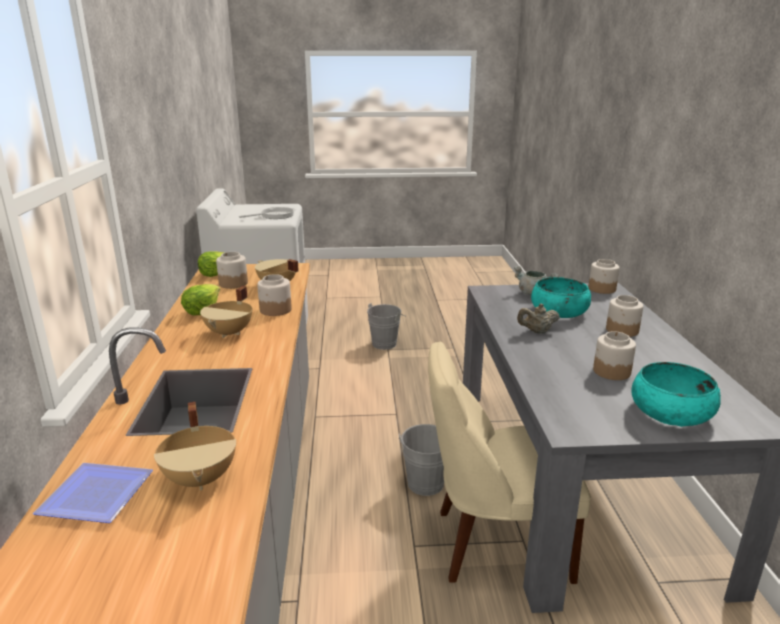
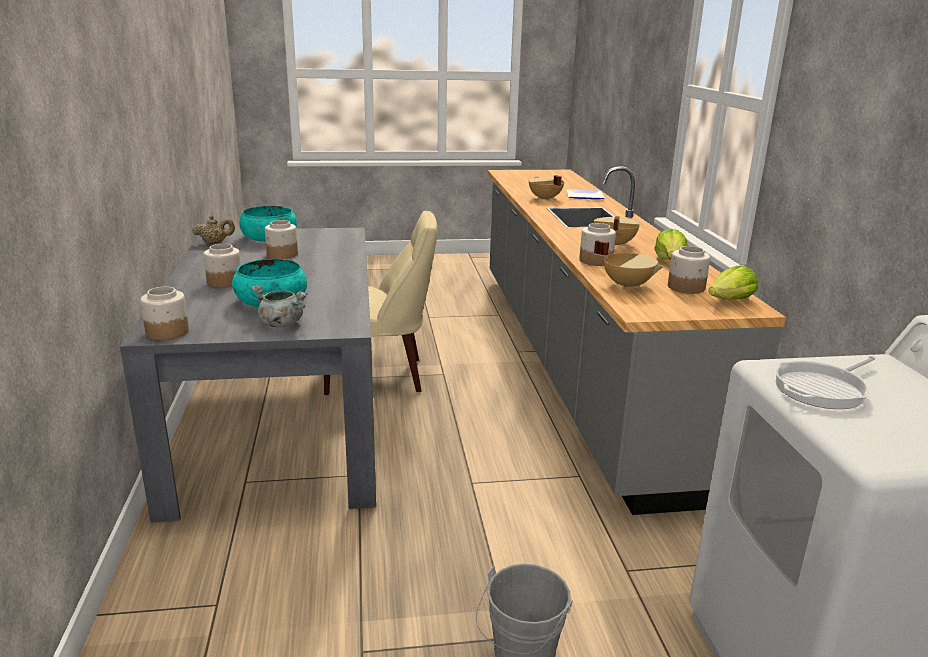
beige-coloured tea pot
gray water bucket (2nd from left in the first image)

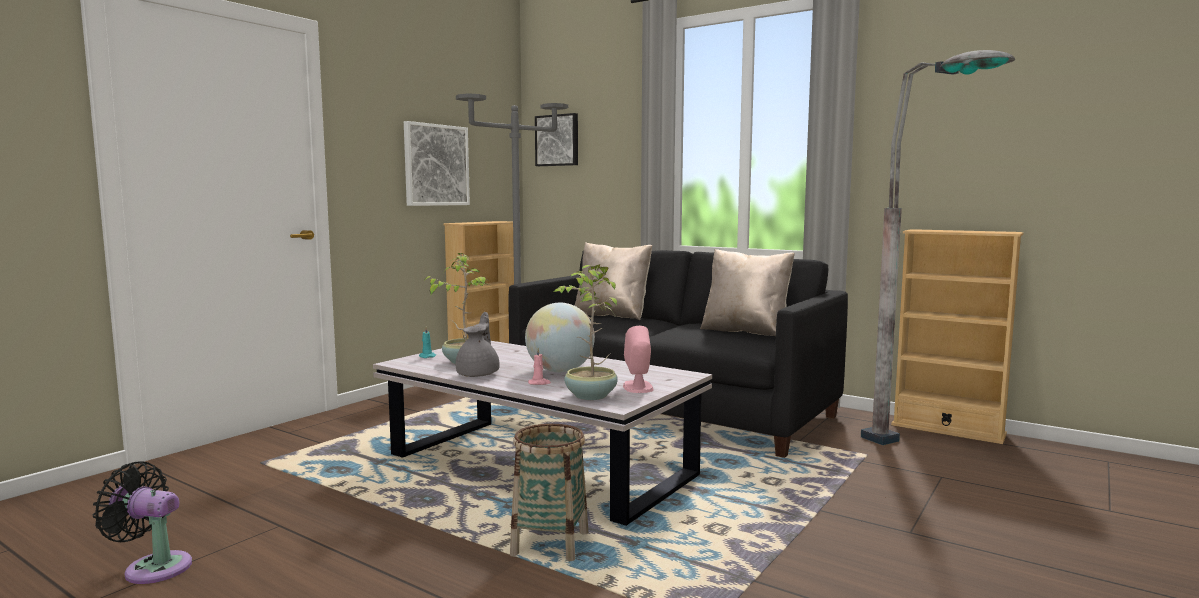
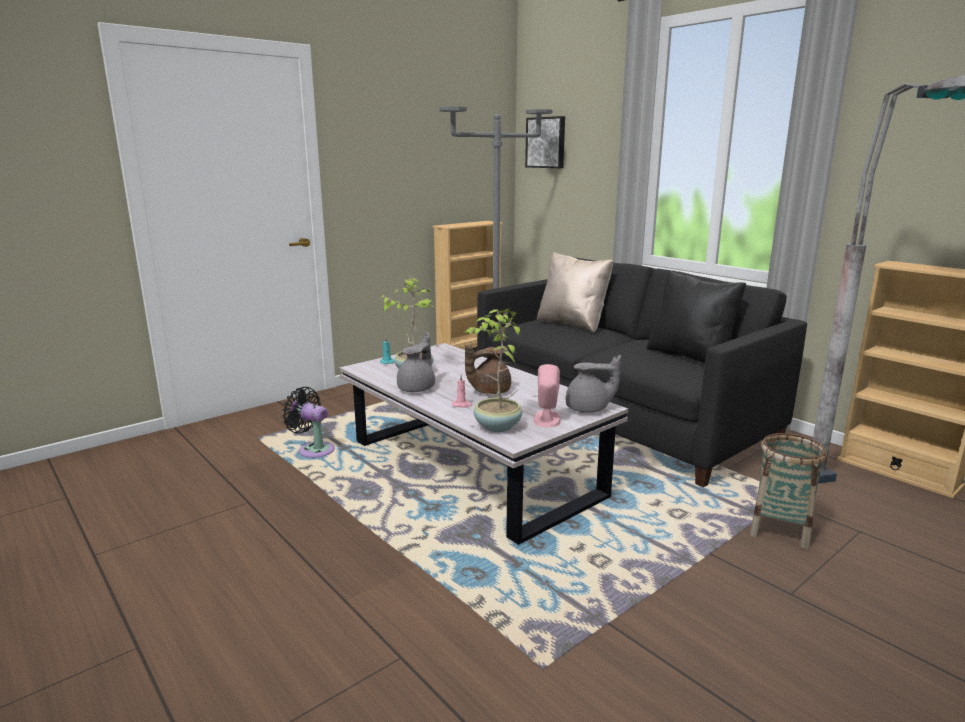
blackish fan
brown-coloured tea pot
gray tea pot (2nd from left)
blackish throw pillow
household basket
wall picture (1st from left in the first image)

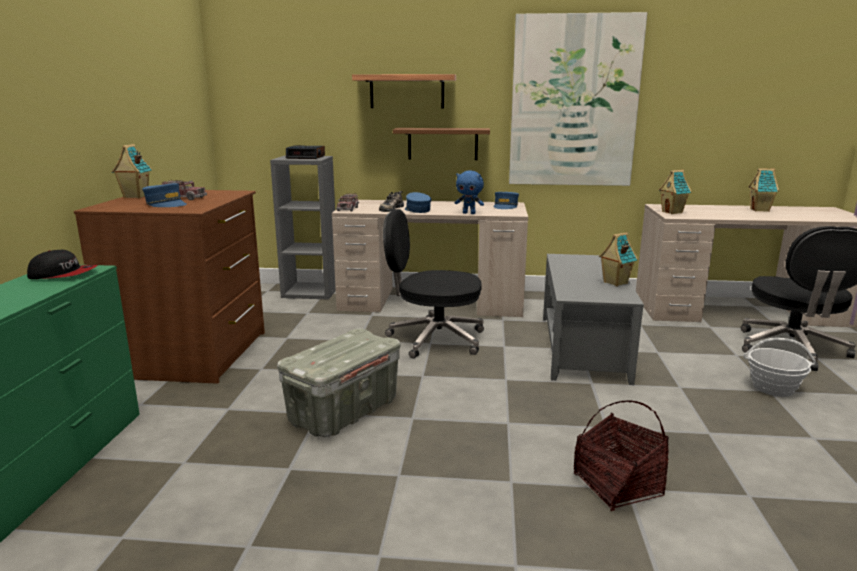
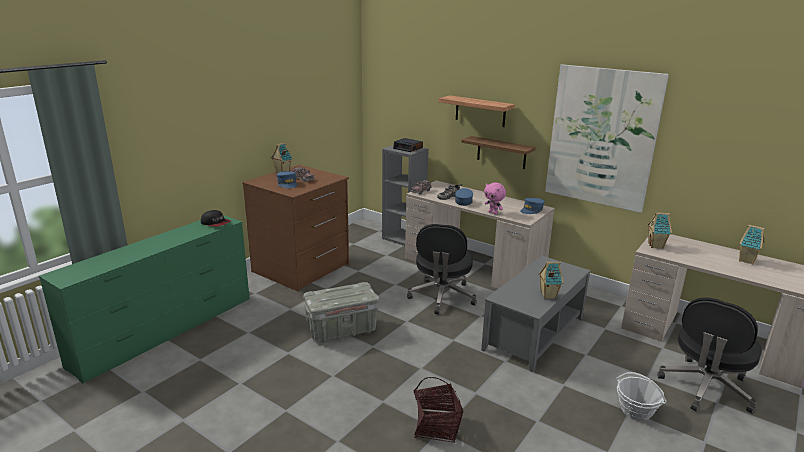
blackish desk chair (1st from left)
pinkish plush toy

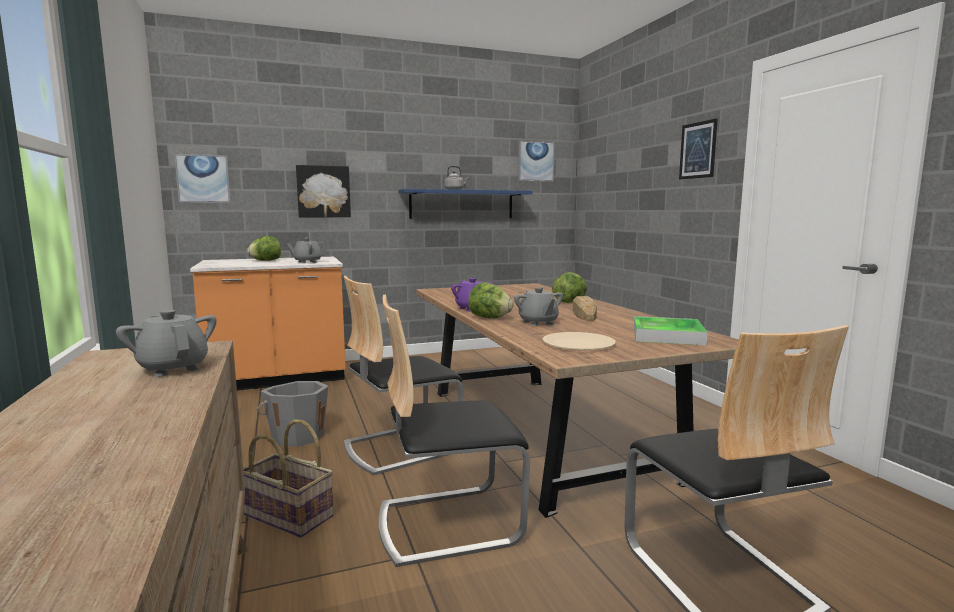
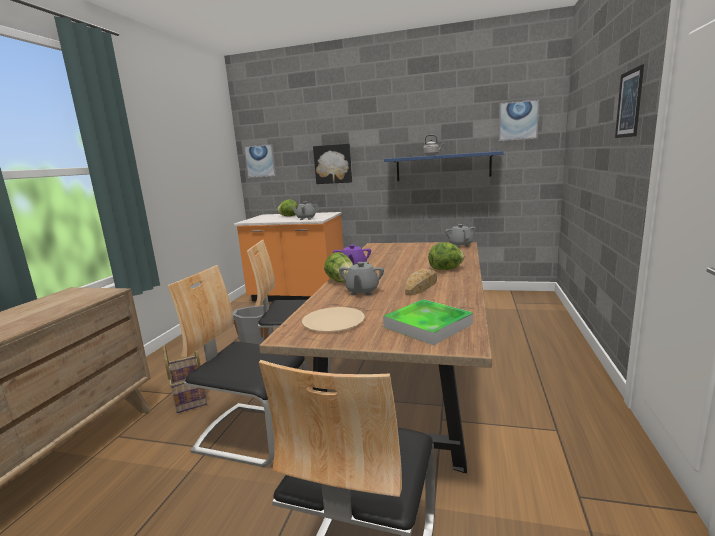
gray tea pot (3rd from left)

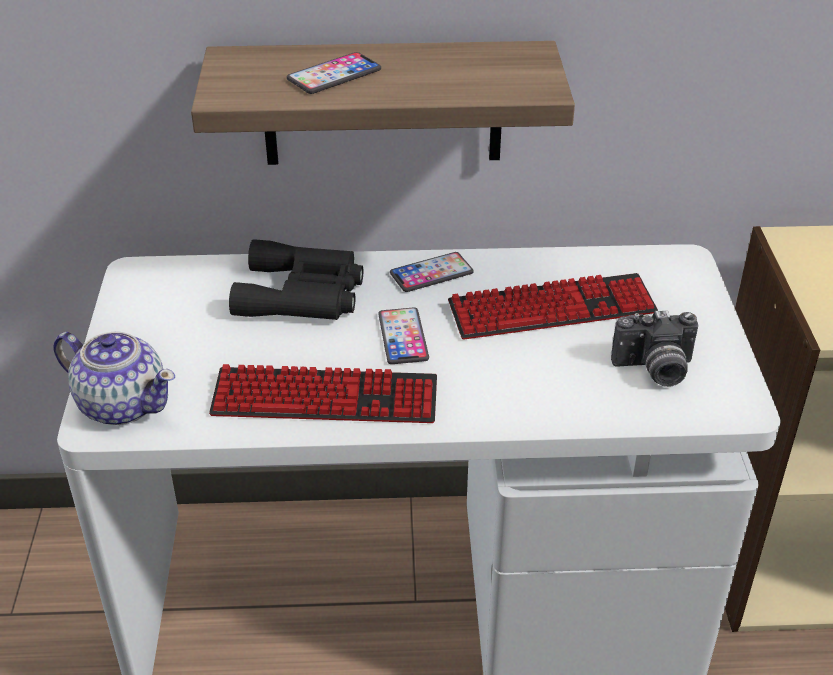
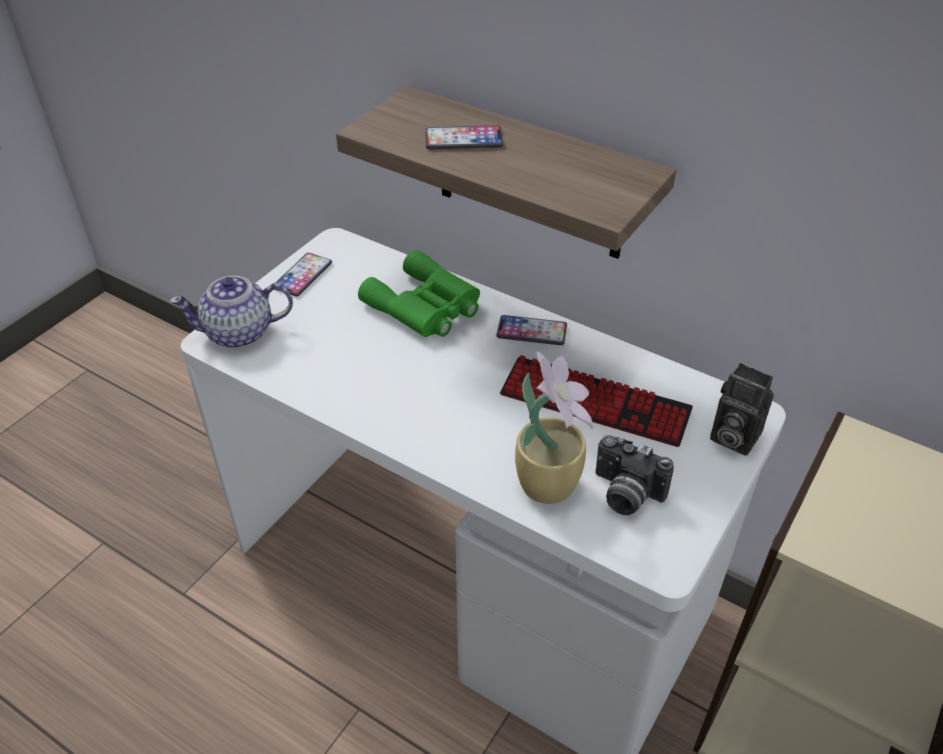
tea pot
phone (1st from left)
greenish binoculars
plant in a pot
photo camera (2nd from left)
keyboard (1st from left in the first image)

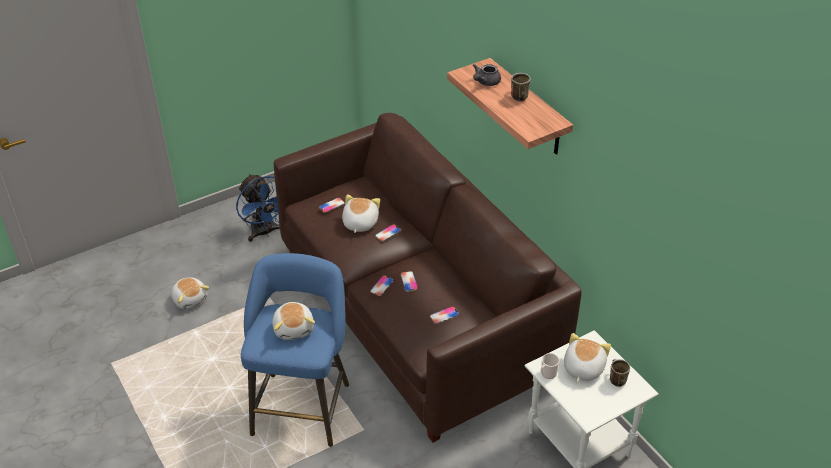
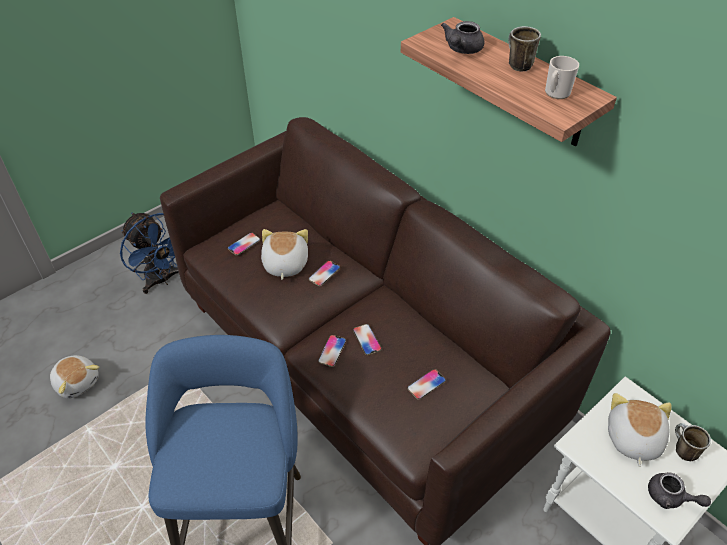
coffee mug (2nd from left)
gray tea pot (2nd from left)
plush toy (2nd from left in the first image)

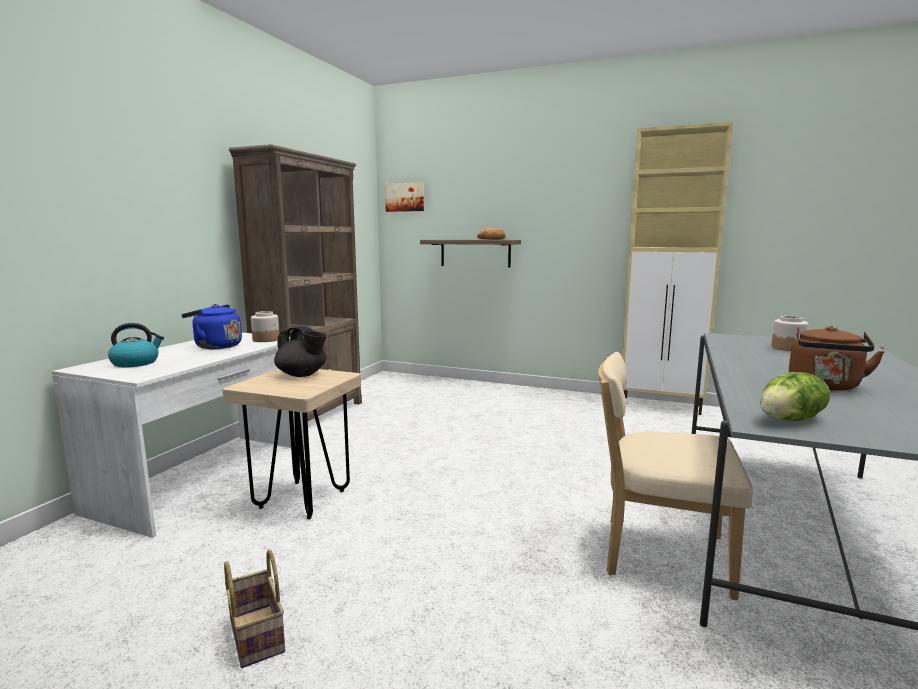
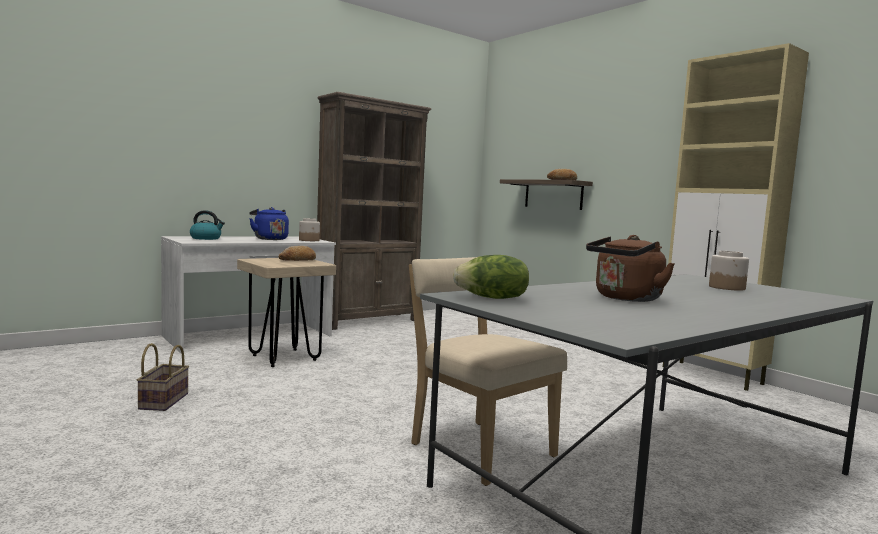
bakery bread (1st from left)
wall picture

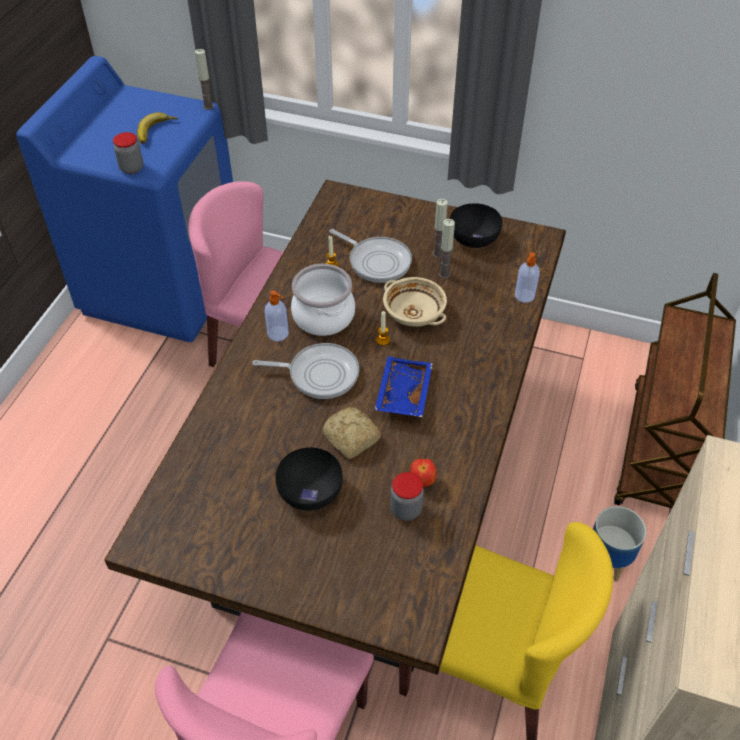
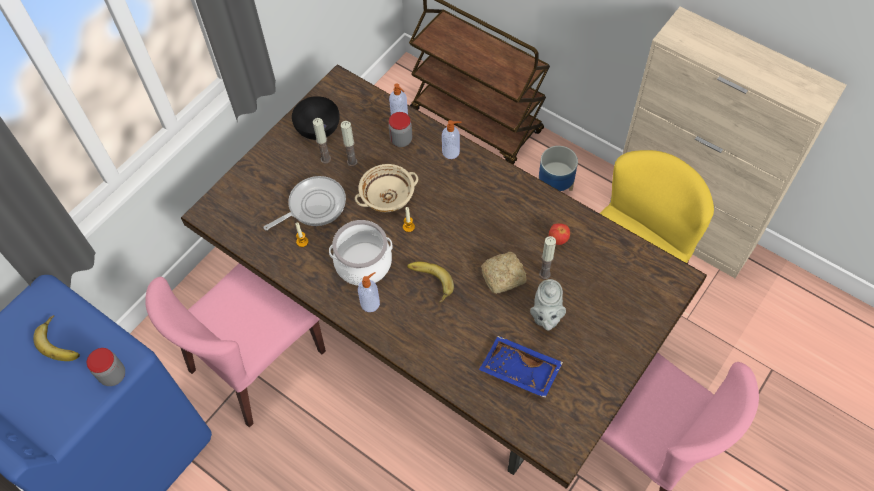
storage jar (2nd from left)
banana (2nd from left)
soap dispenser (3rd from left)
blue-coloured carrying tray
gray tea pot
wax light (5th from left)

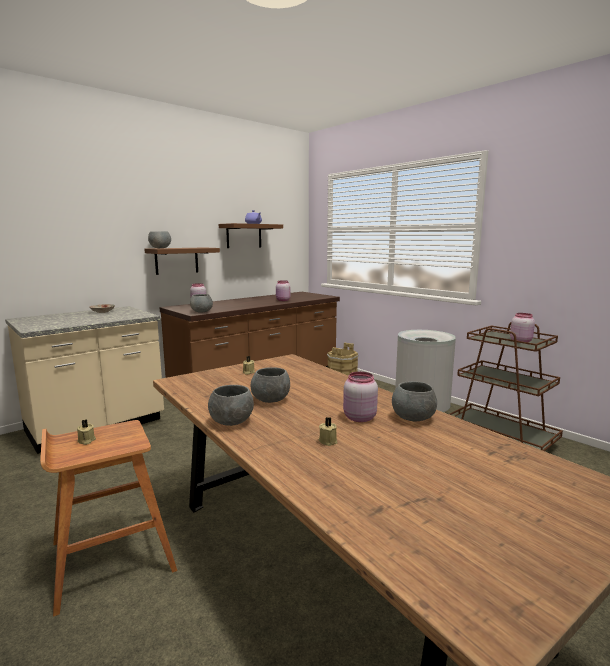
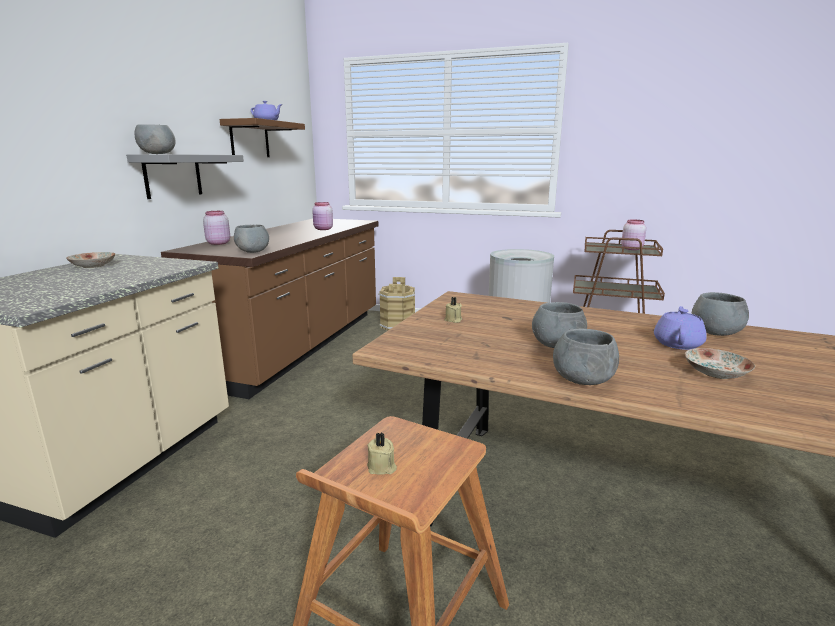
gray wall shelf
purplish tea pot (2nd from left)
plate (2nd from left)

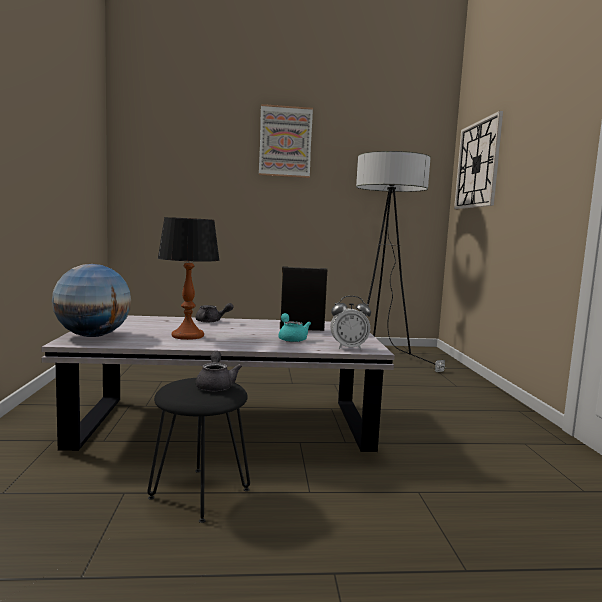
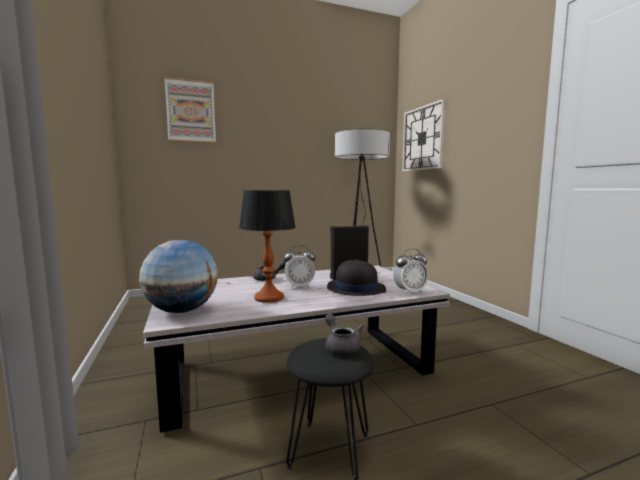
wall picture
bedside clock (1st from left)
blackish hat

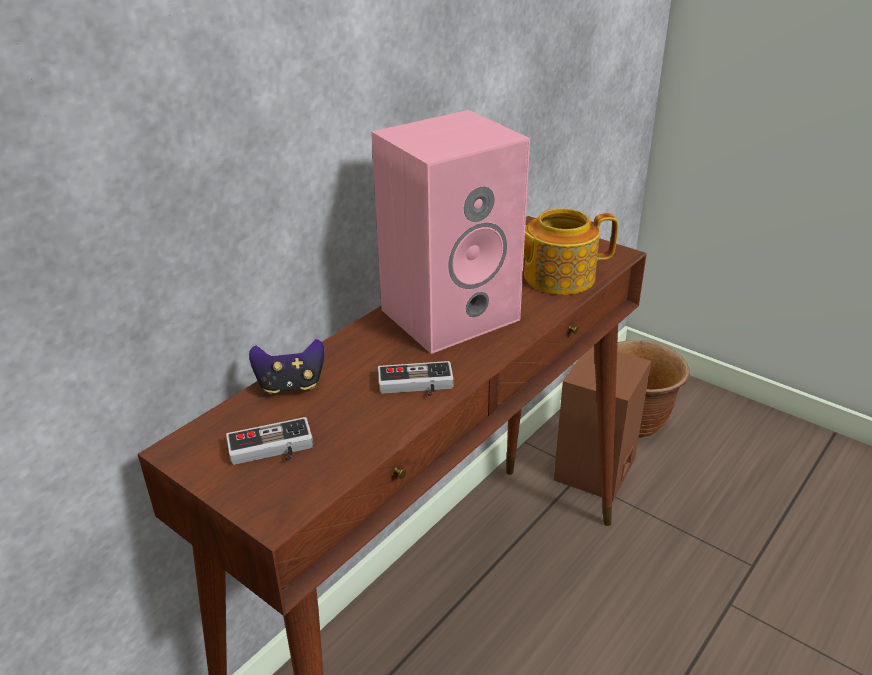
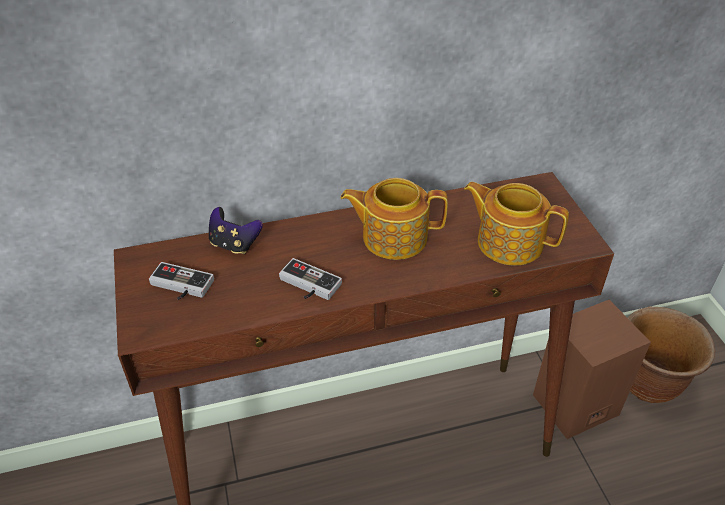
tea pot (1st from left)

